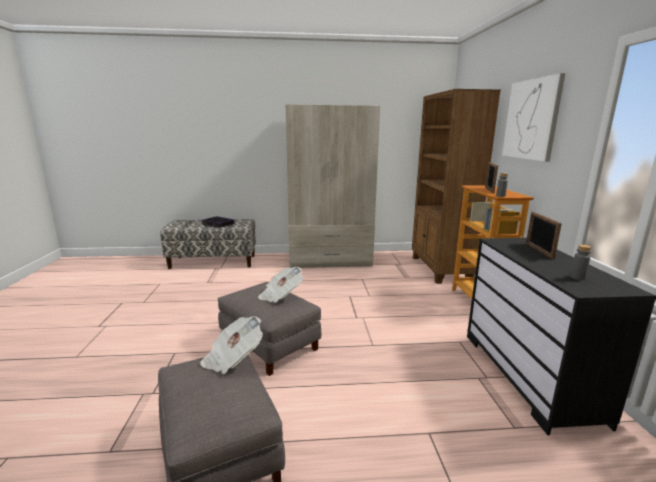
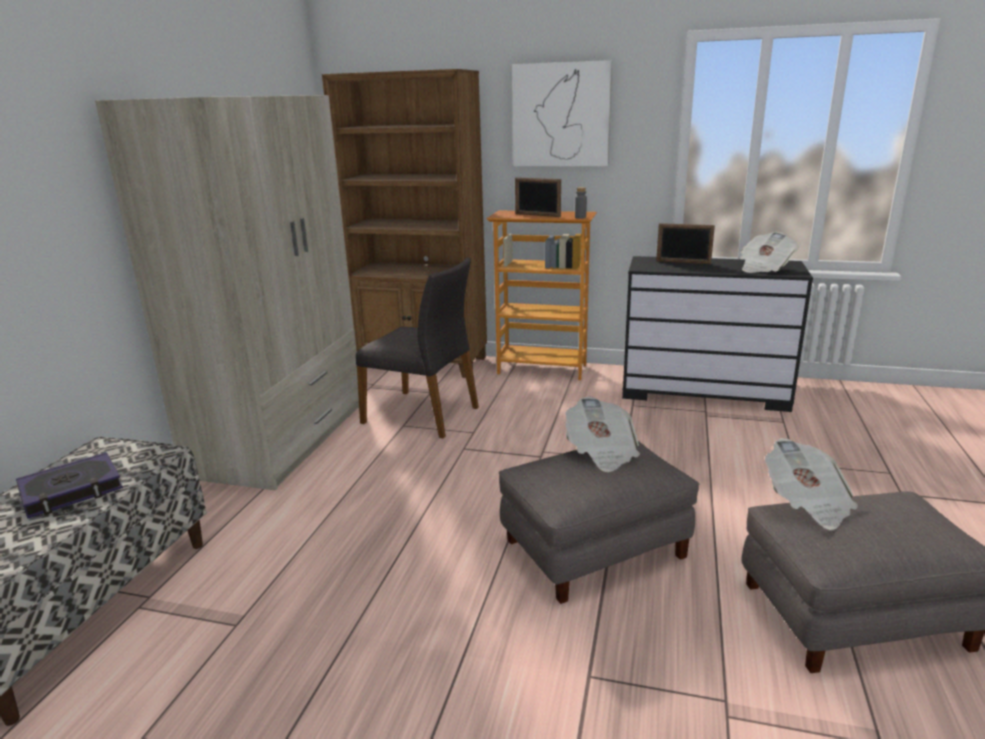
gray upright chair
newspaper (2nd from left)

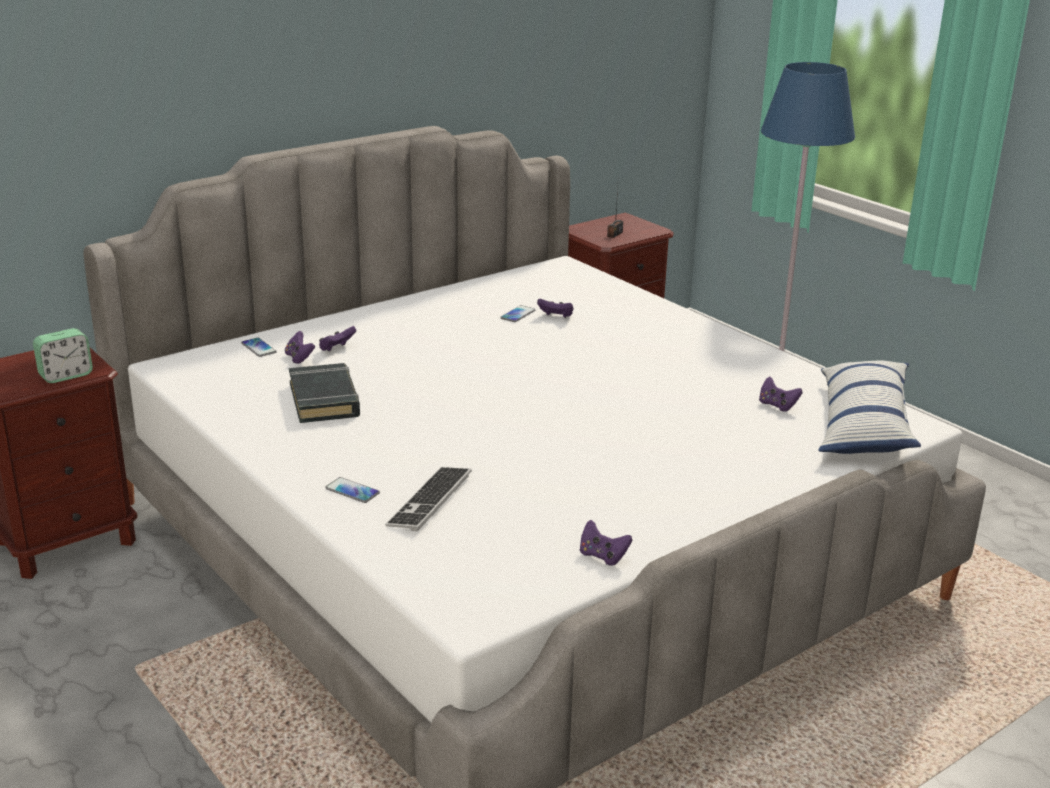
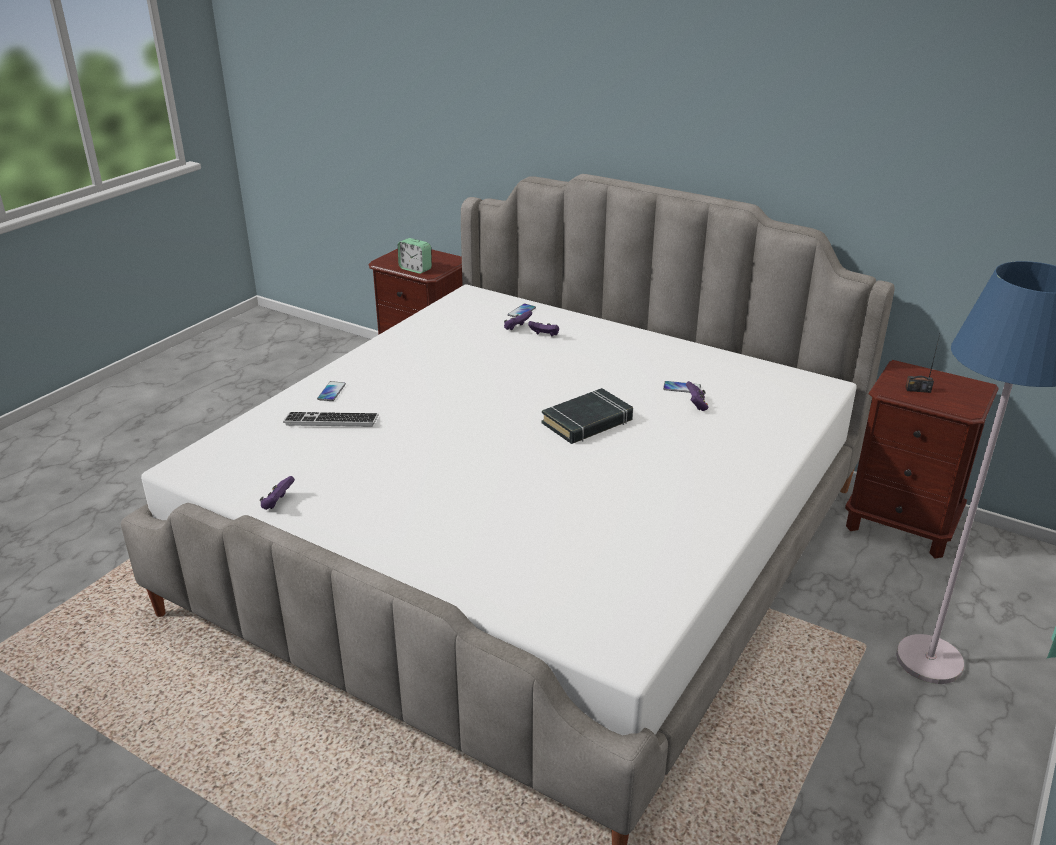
blackish volume
purplish game controller (5th from left in the first image)
throw pillow

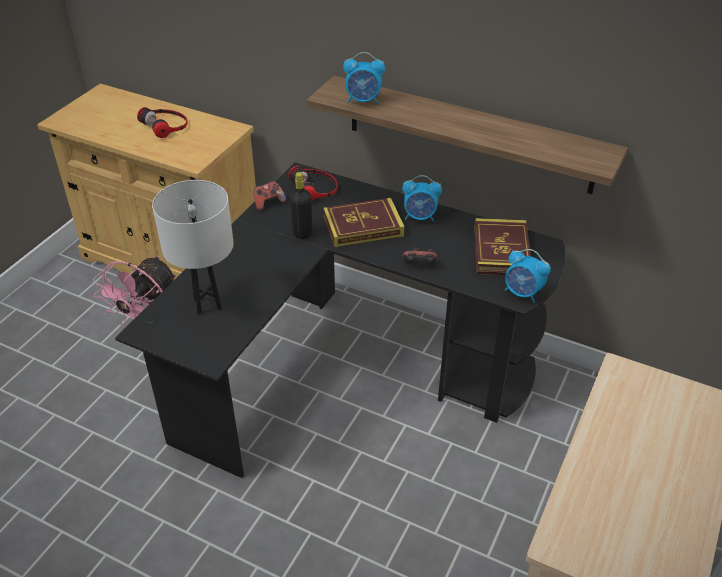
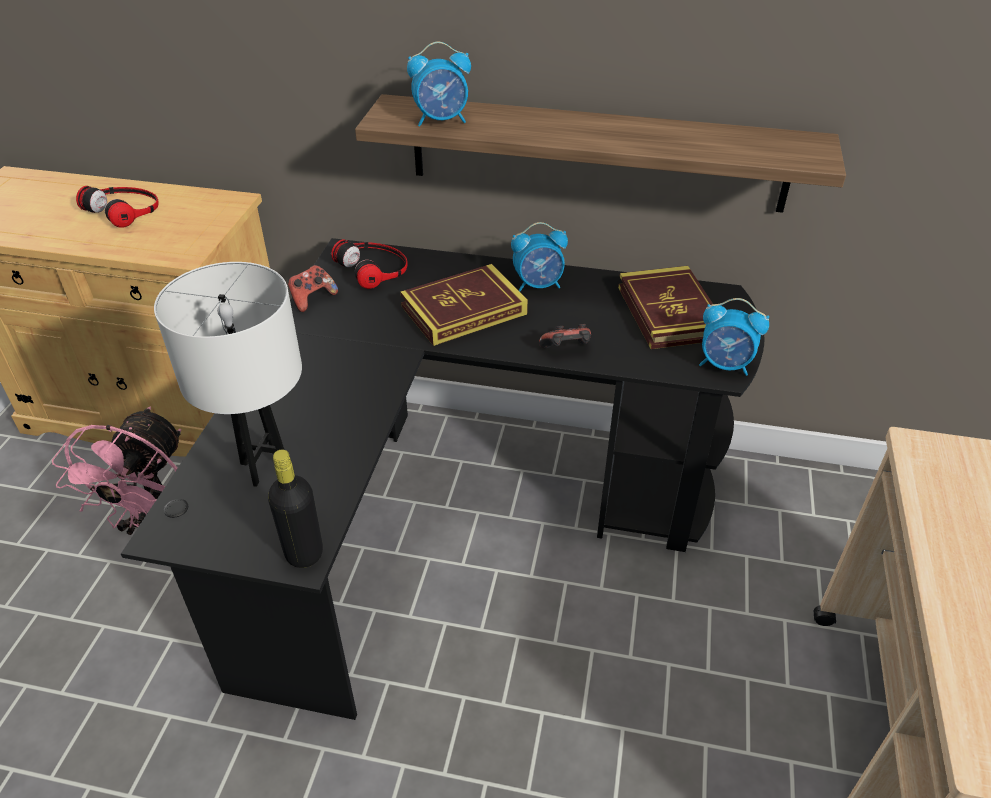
blackish beverage bottle

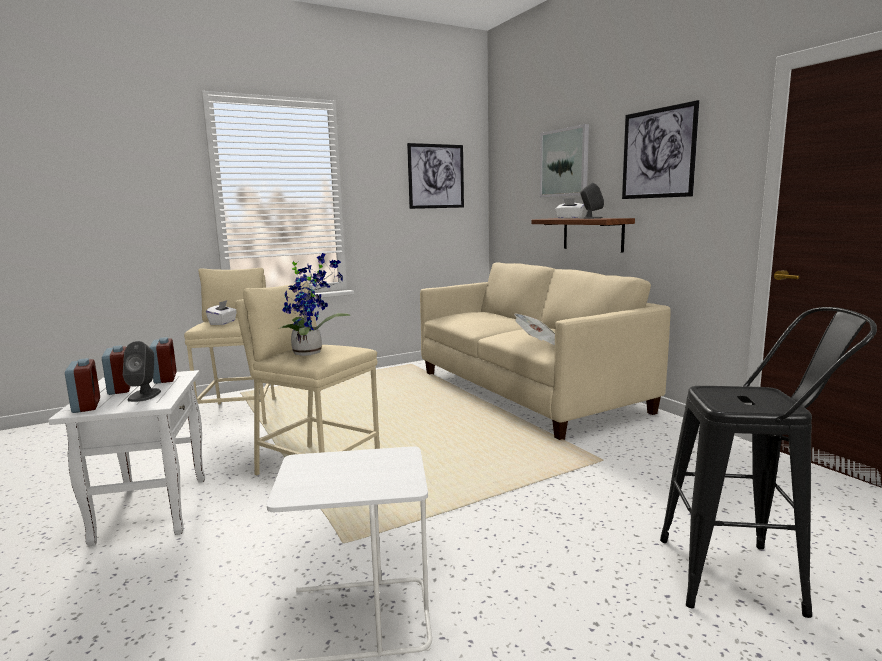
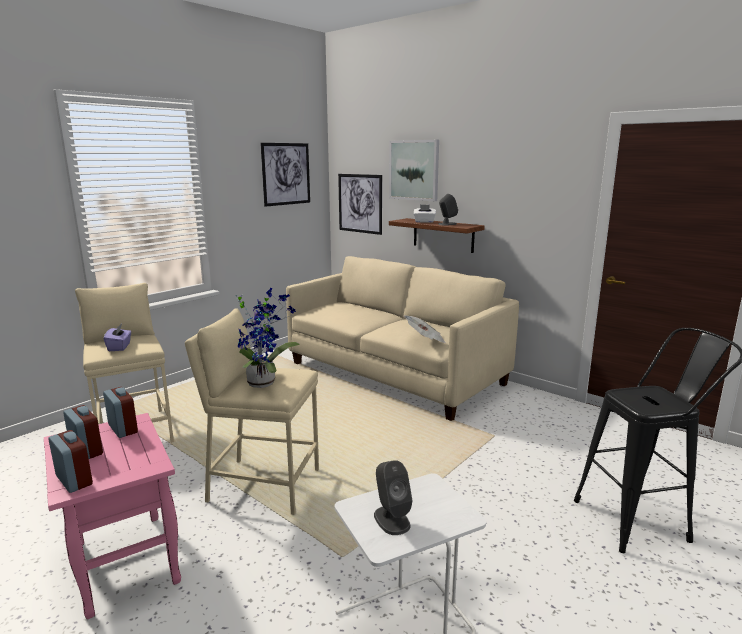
pinkish side table
purplish tissue box
wall picture (2nd from left)
gray speaker (1st from left)

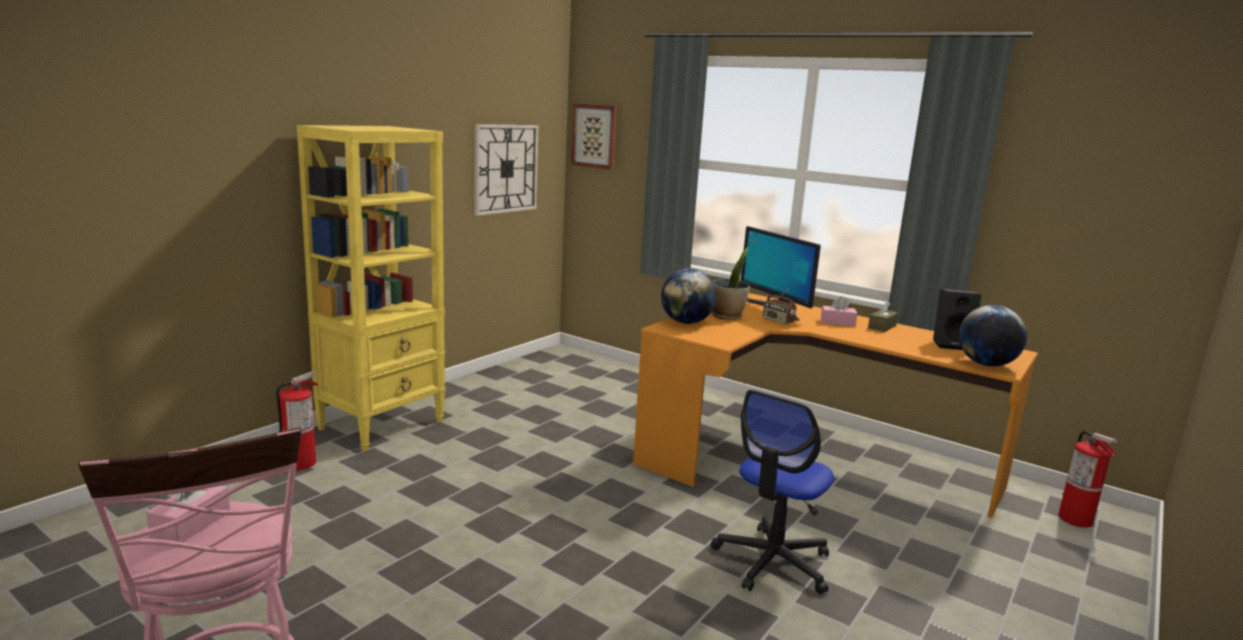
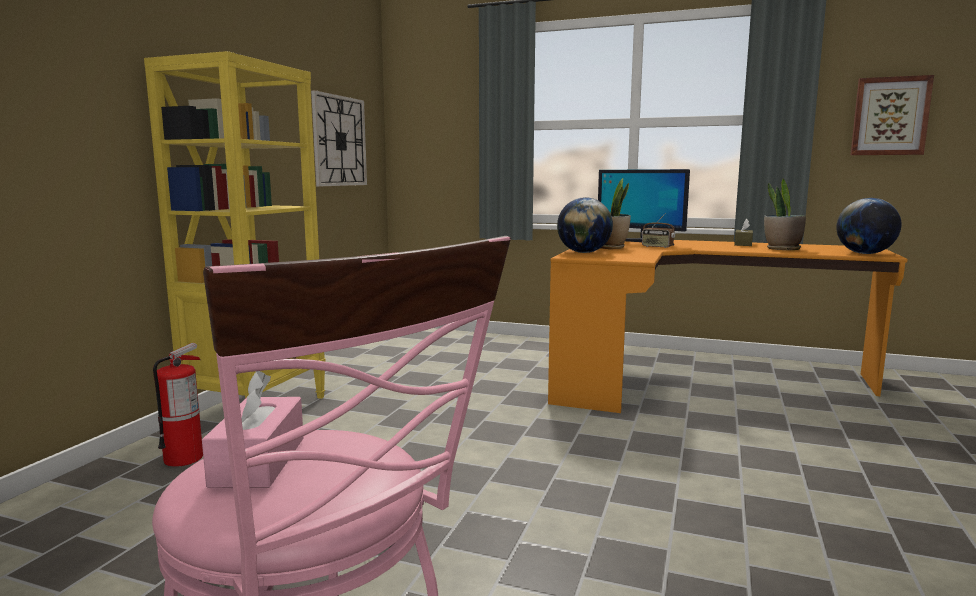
plant in a pot (2nd from left)
wall picture
desk chair
pinkish tissue box (2nd from left in the first image)
blackish speaker
extinguisher (2nd from left in the first image)

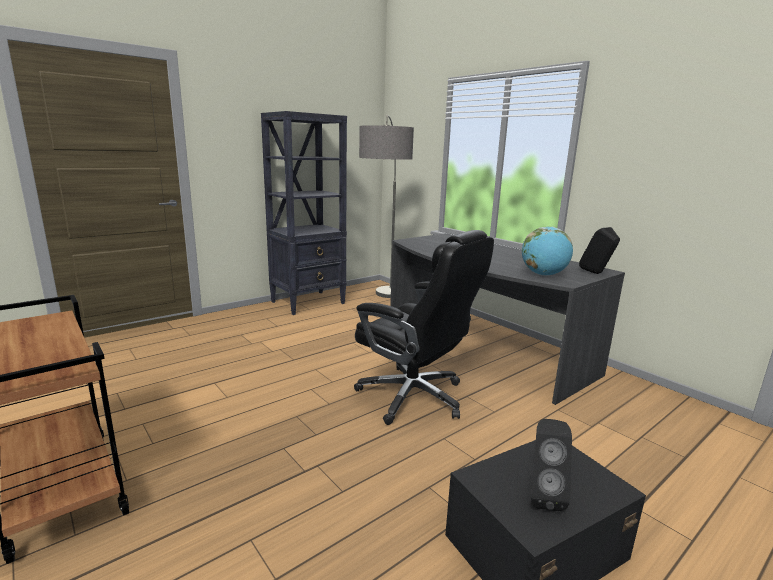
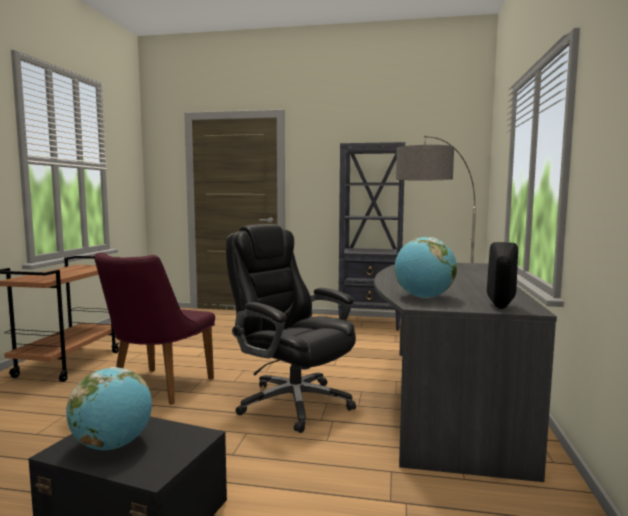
desk globe (1st from left)
purplish upright chair
blackish desk chair

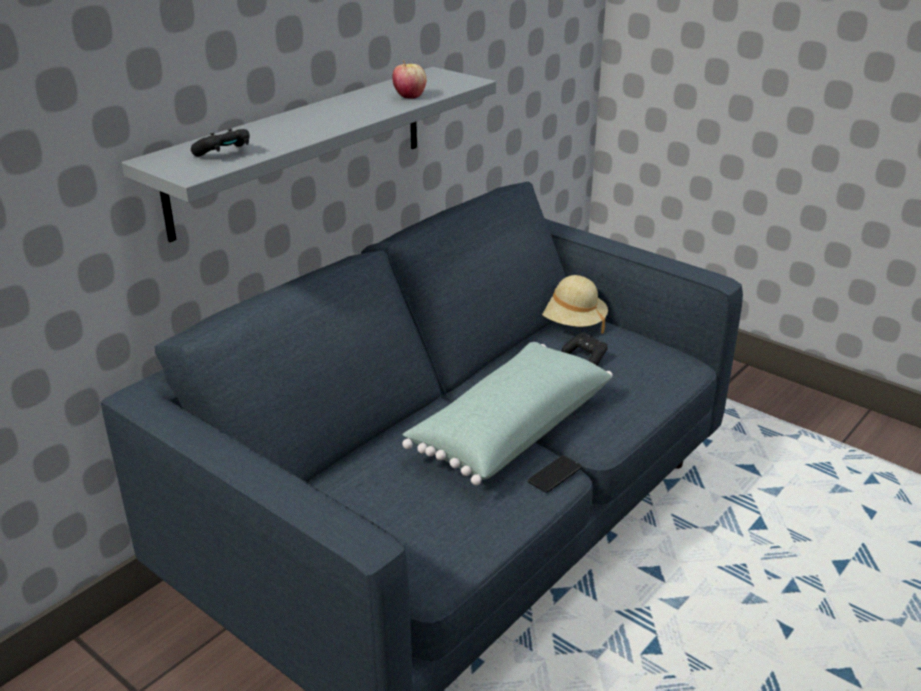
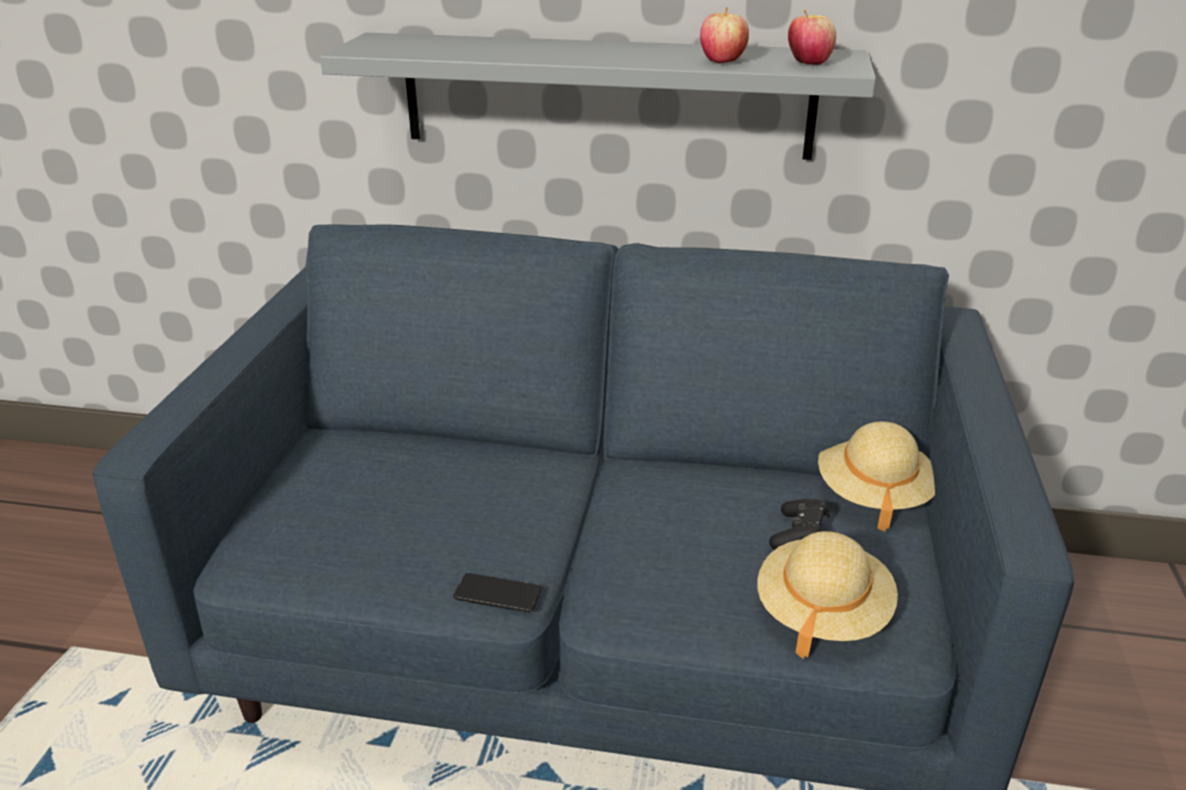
beige-coloured hat (1st from left)
apple (2nd from left)
blackish game controller (1st from left in the first image)
greenish throw pillow

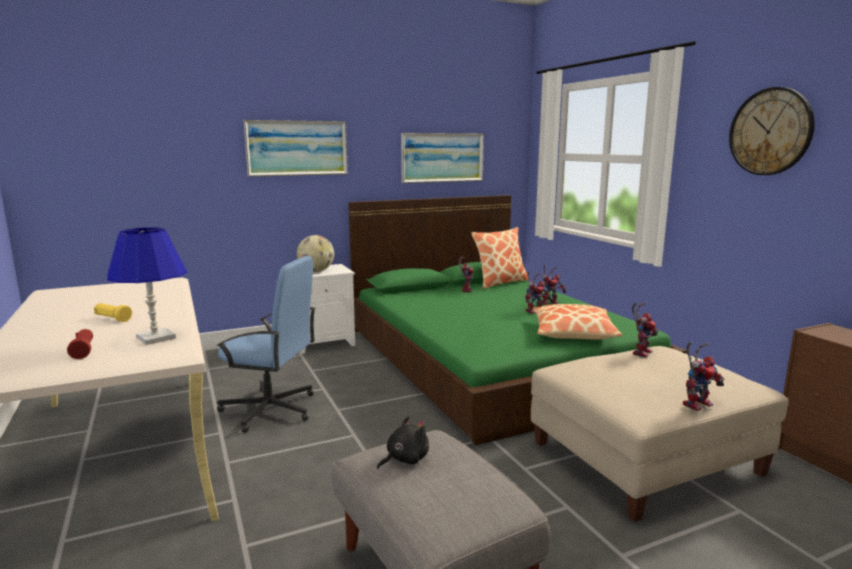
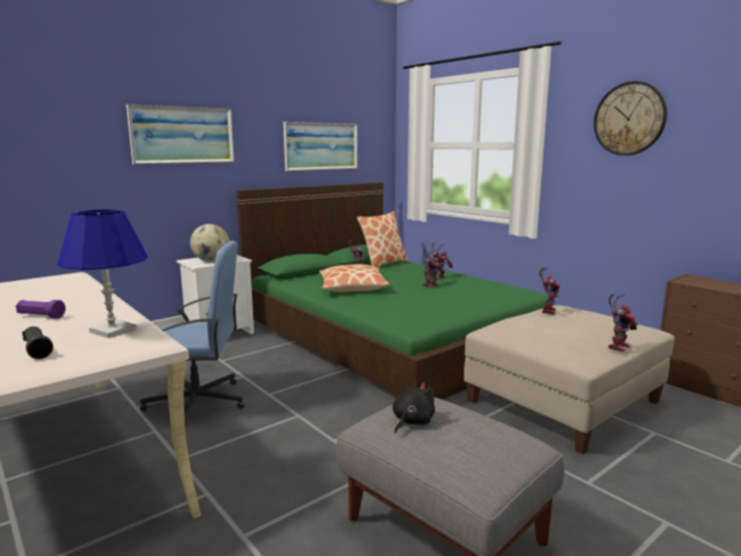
purplish flashlight
blackish flashlight
throw pillow (1st from left)

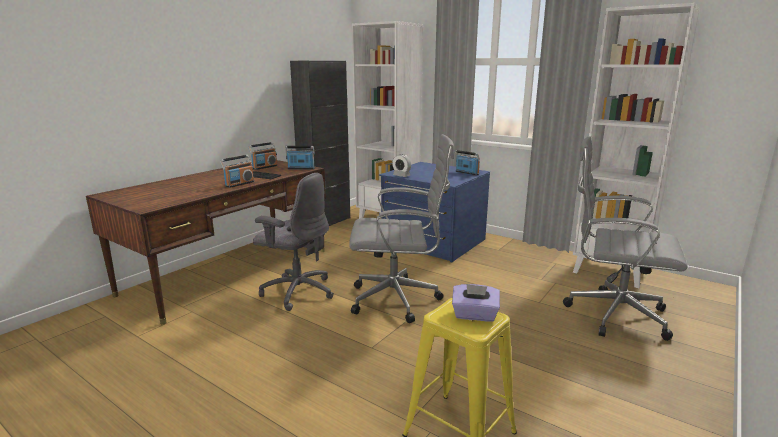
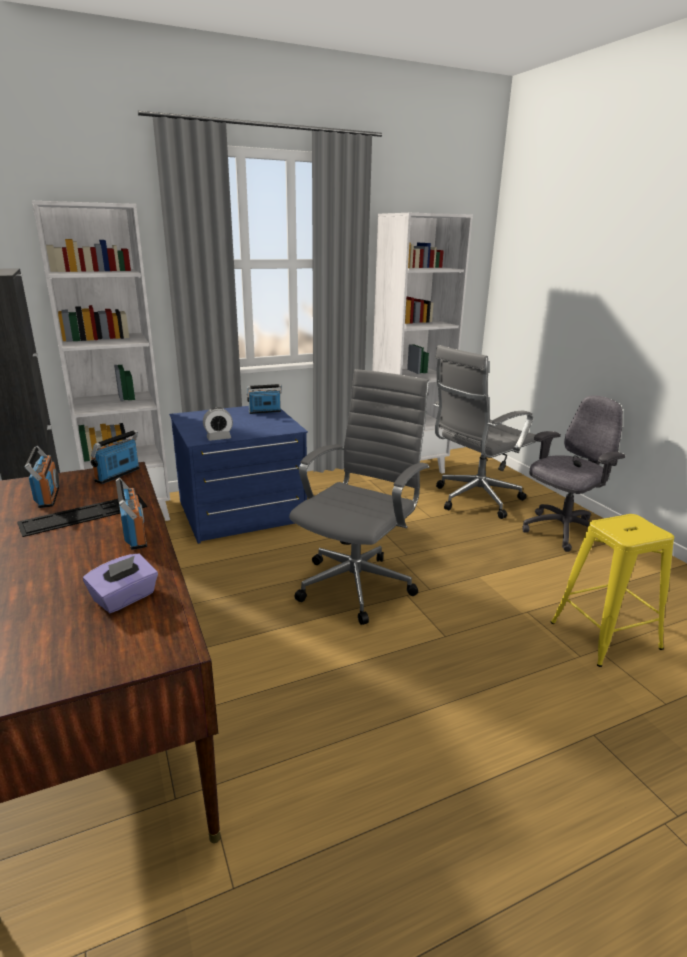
purplish tissue box
gray desk chair (3rd from left)

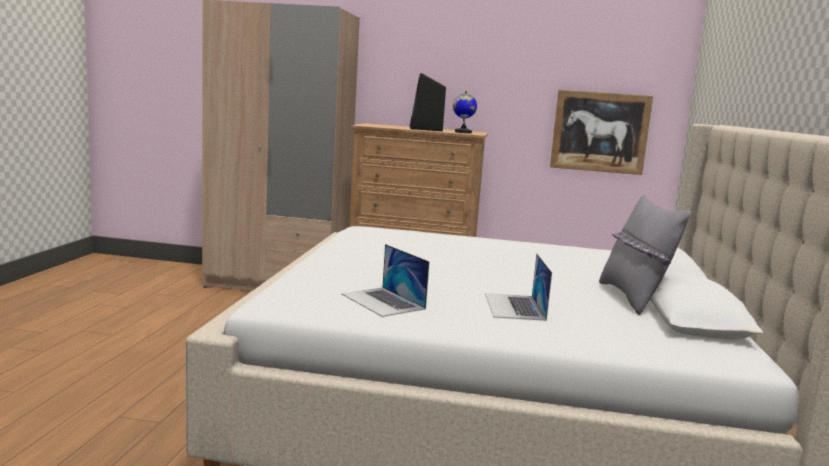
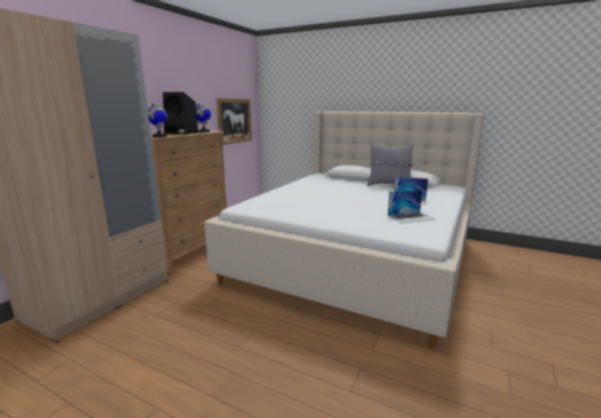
desk globe (1st from left)

